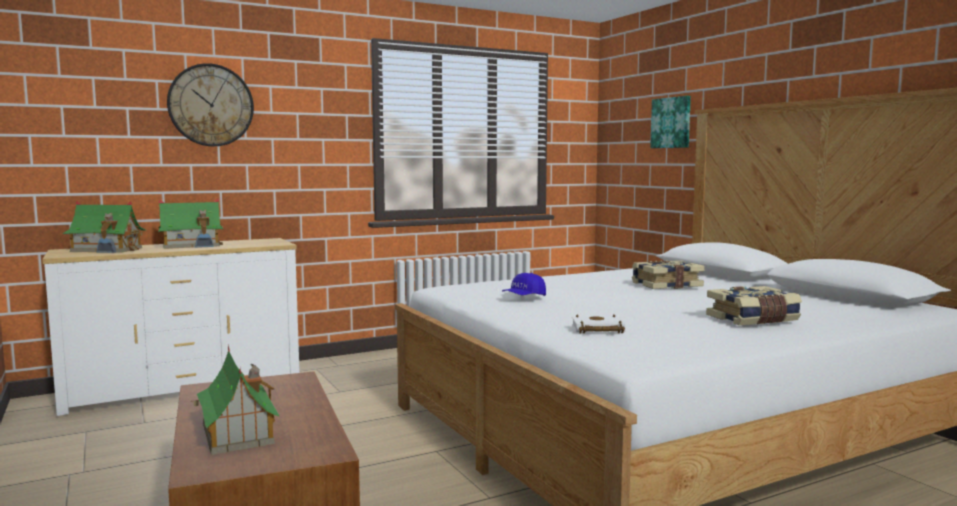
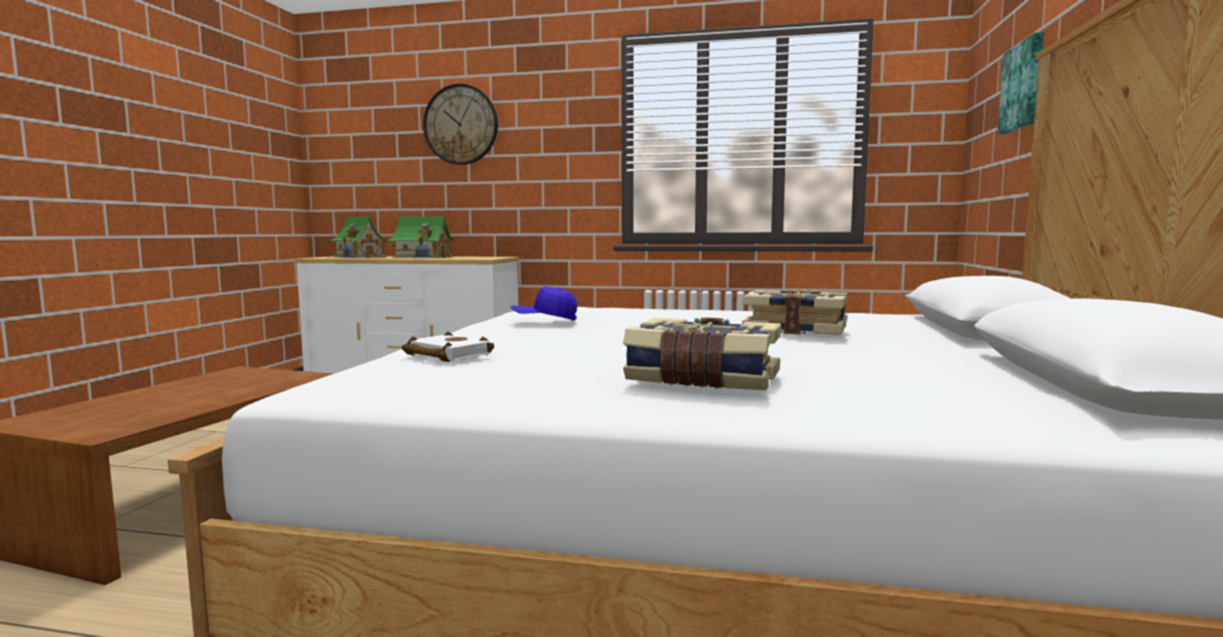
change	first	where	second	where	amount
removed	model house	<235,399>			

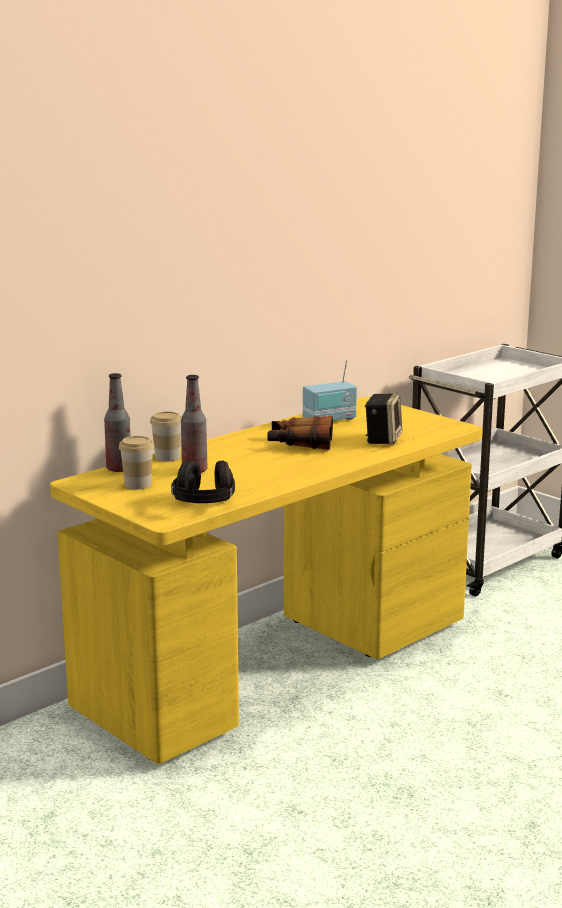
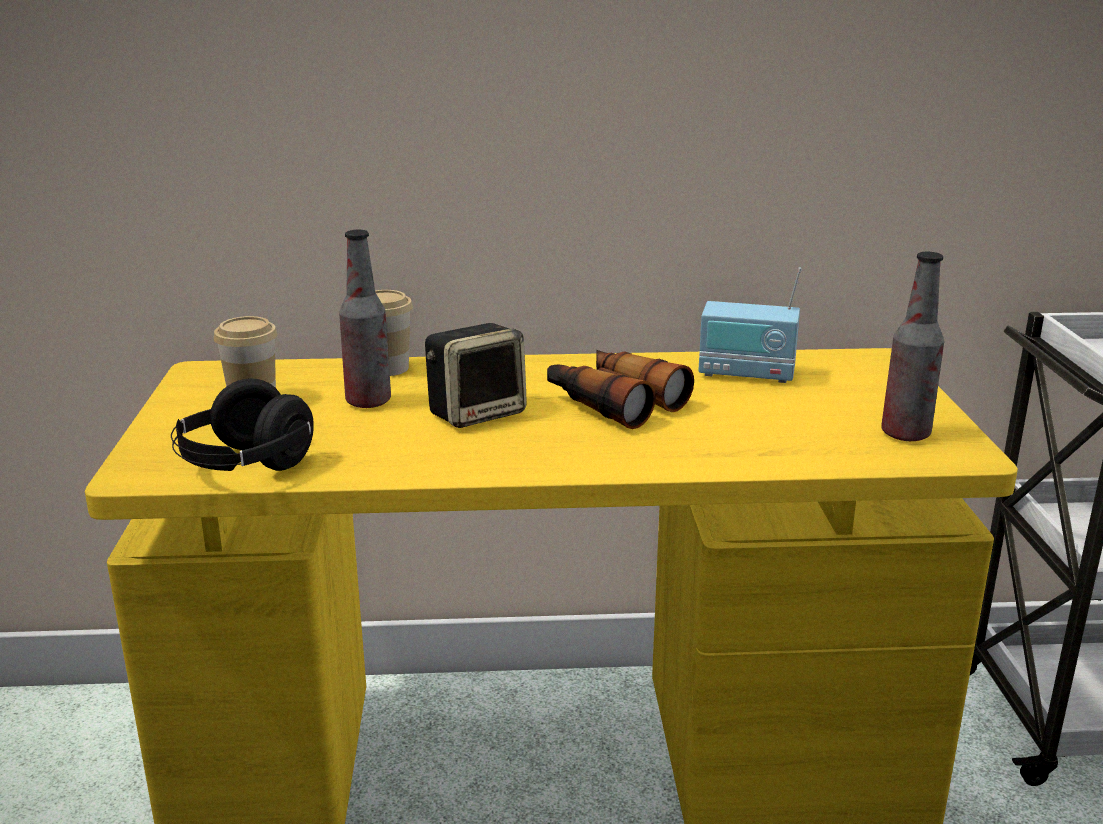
change	first	where	second	where	amount
moved	drink bottle	<117,422>		<912,346>	
moved	speaker	<383,419>		<476,375>	

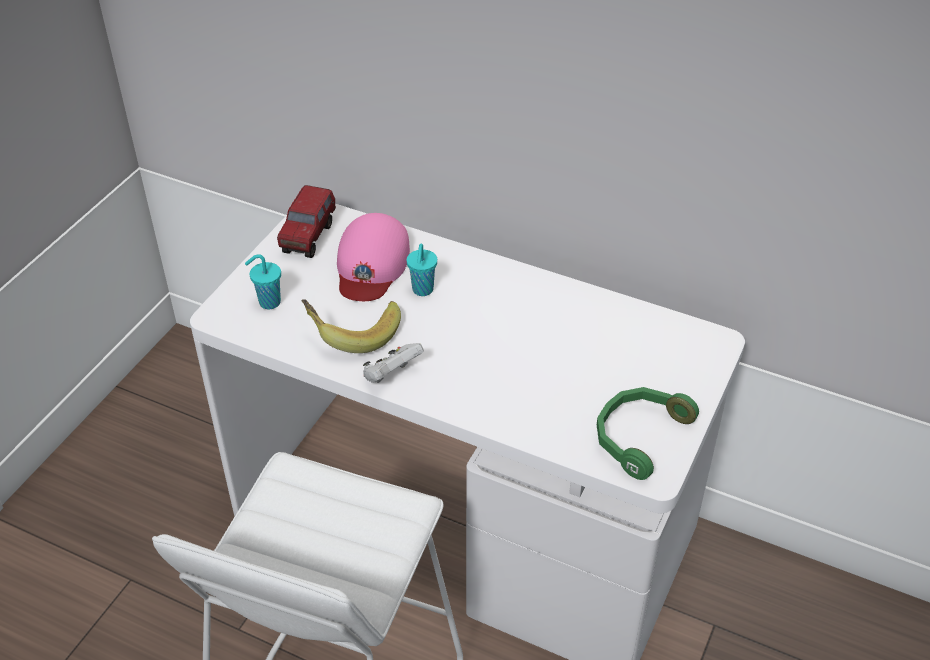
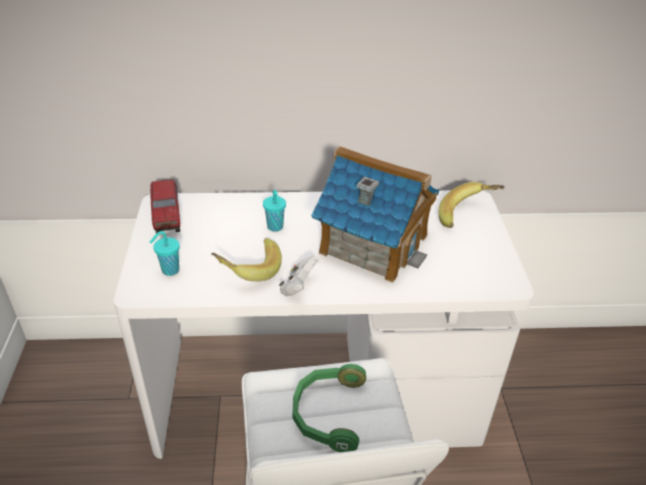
change	first	where	second	where	amount
removed	pink-coloured peaked cap	<373,257>			
moved	greenish headset	<648,433>		<329,408>	
added			model house	<375,214>	
added			whole banana	<472,205>	

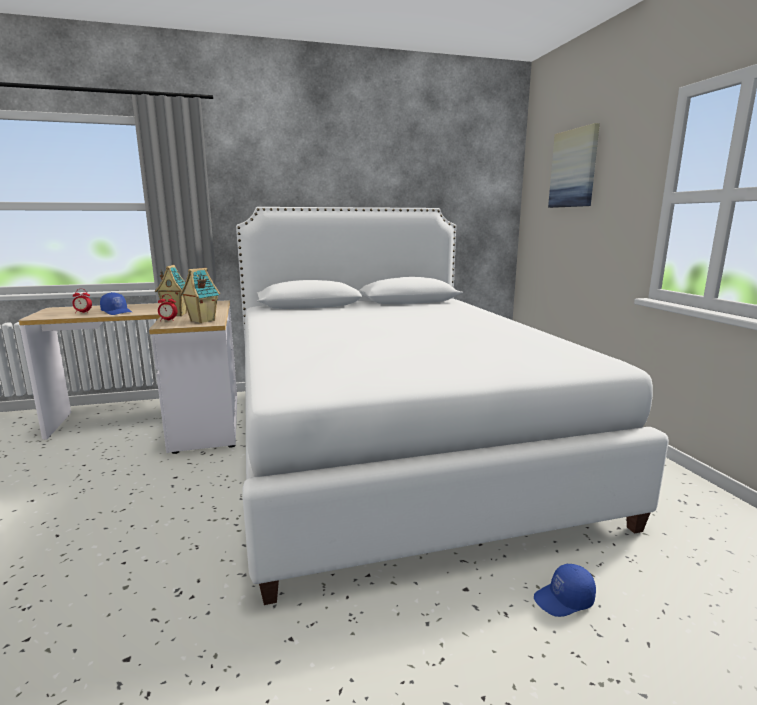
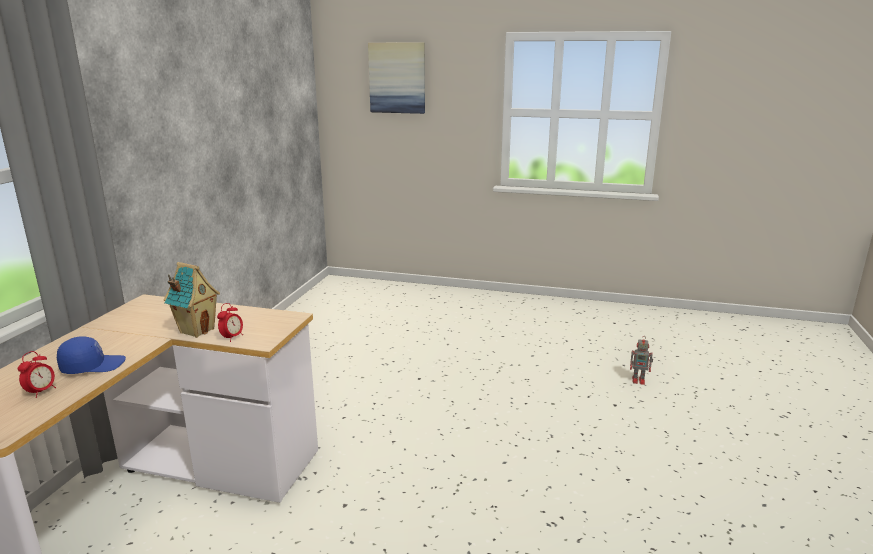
change	first	where	second	where	amount
removed	whitish bedroom bed	<452,406>			
removed	model house	<200,295>			
replaced	bluish peaked cap	<565,590>	robot figure	<641,361>	

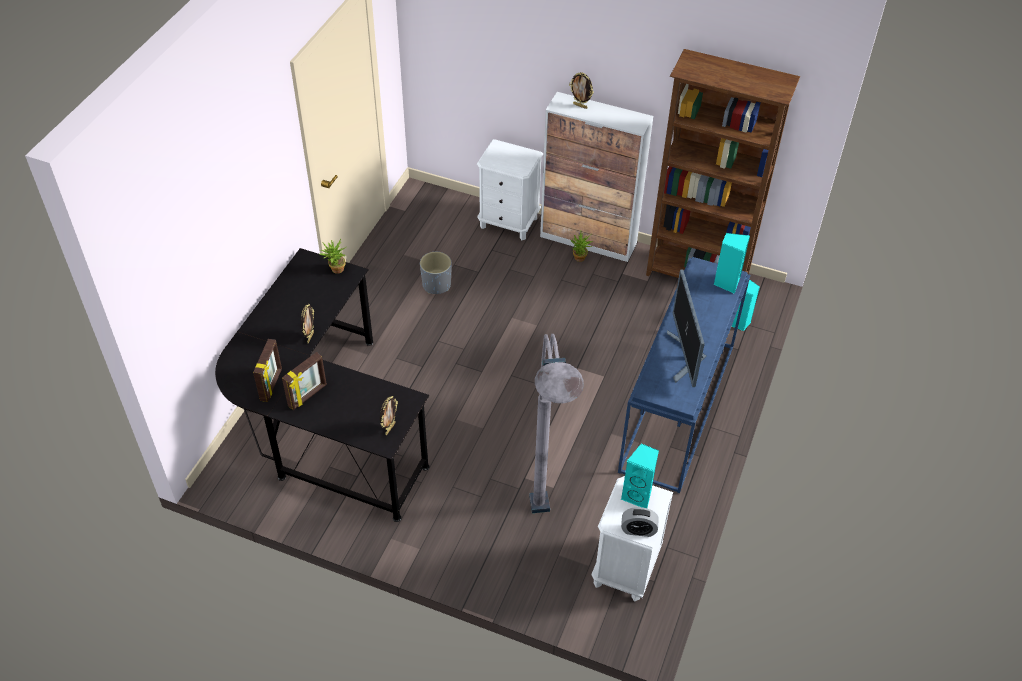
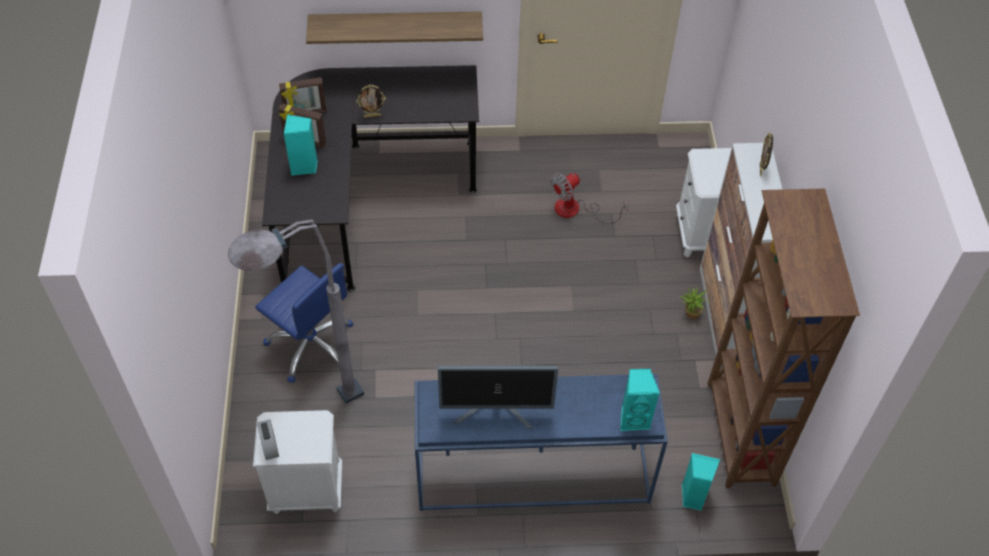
change	first	where	second	where	amount
removed	houseplant	<333,256>			
replaced	grey flower pot	<435,273>	electric fan	<589,198>	
turned	computer screen	<686,328>		<498,397>	150 degrees counterclockwise
removed	standing frame	<389,415>			
moved	blue-green speaker	<640,475>		<301,145>	
added			shelf	<394,27>	
added			bluish desk chair	<304,323>	

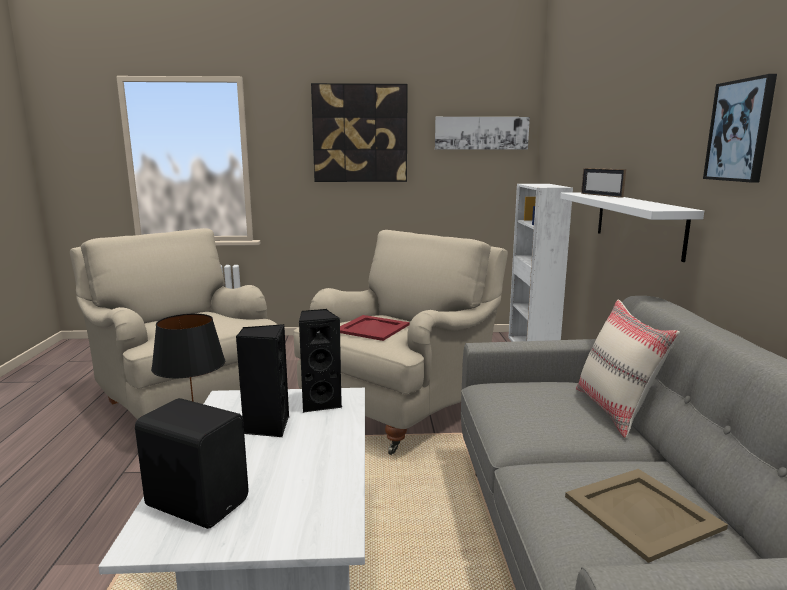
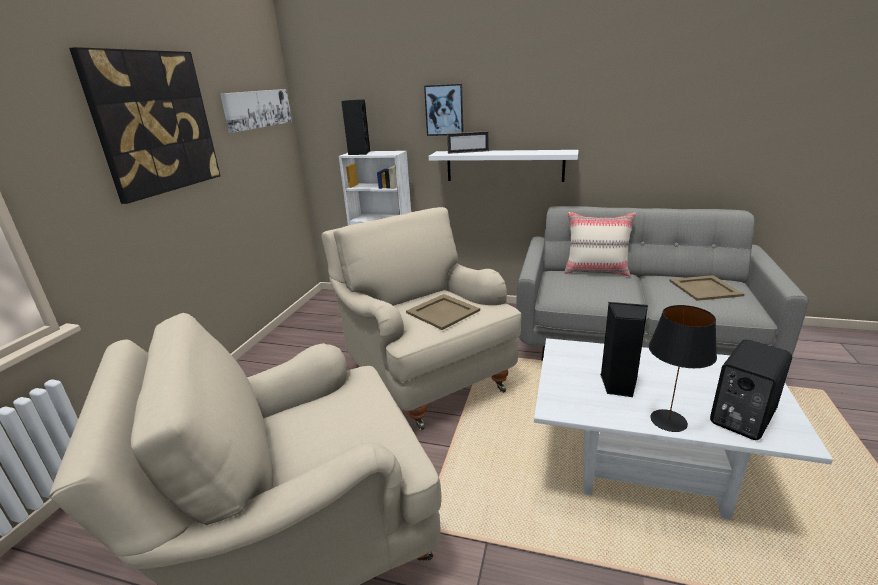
change	first	where	second	where	amount
moved	picture	<740,128>		<444,110>	
moved	black speaker	<320,361>		<355,127>	
recoloured	reddish carrying tray	<375,328>	beige carrying tray	<443,312>	

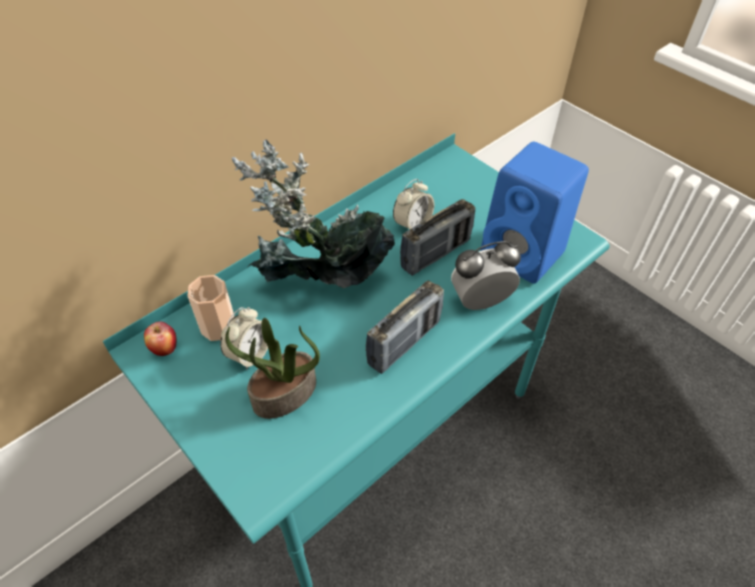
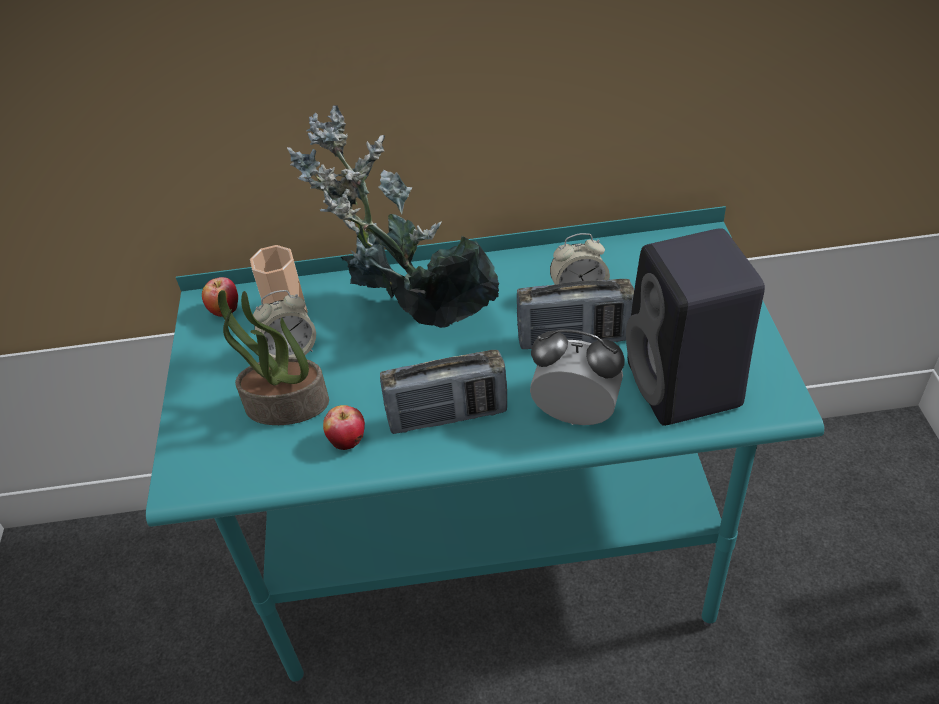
change	first	where	second	where	amount
recoloured	bluish speaker	<534,213>	black speaker	<695,327>	
added			apple fruit	<344,427>	

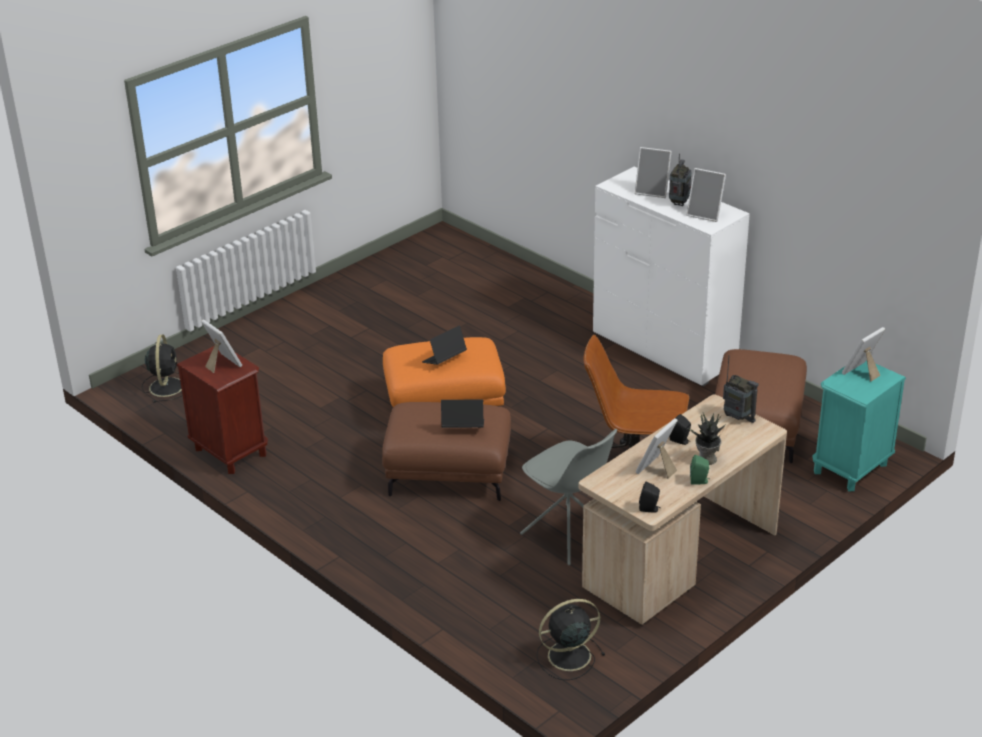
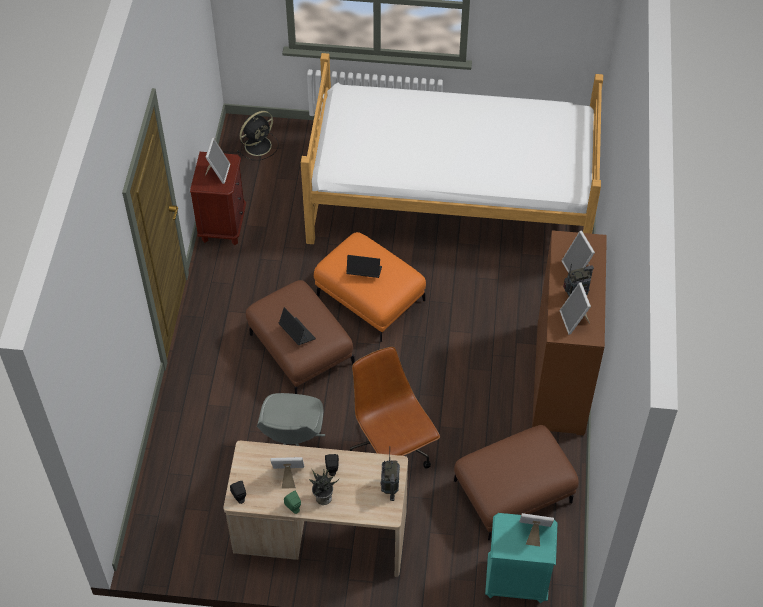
change	first	where	second	where	amount
recoloured	whitish chest of drawers	<671,276>	brown chest of drawers	<569,332>	
removed	black electric fan	<570,639>			
added			bedroom bed	<452,148>	

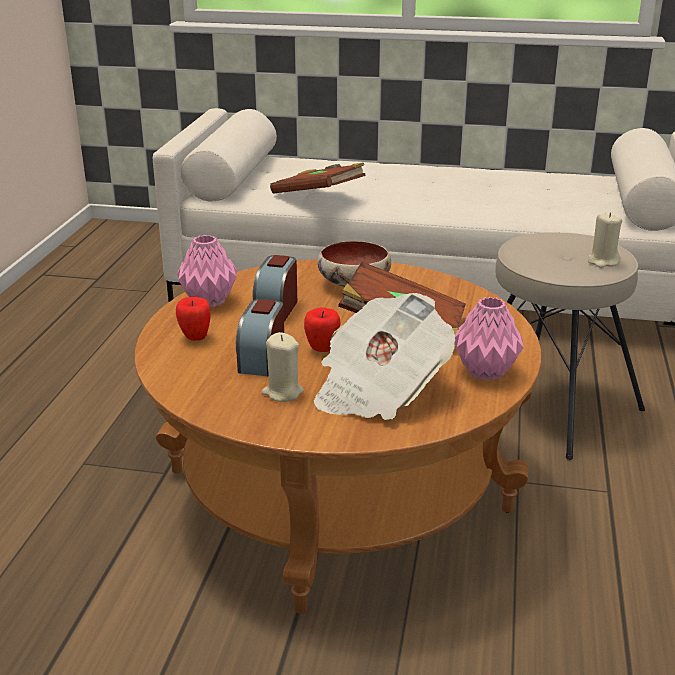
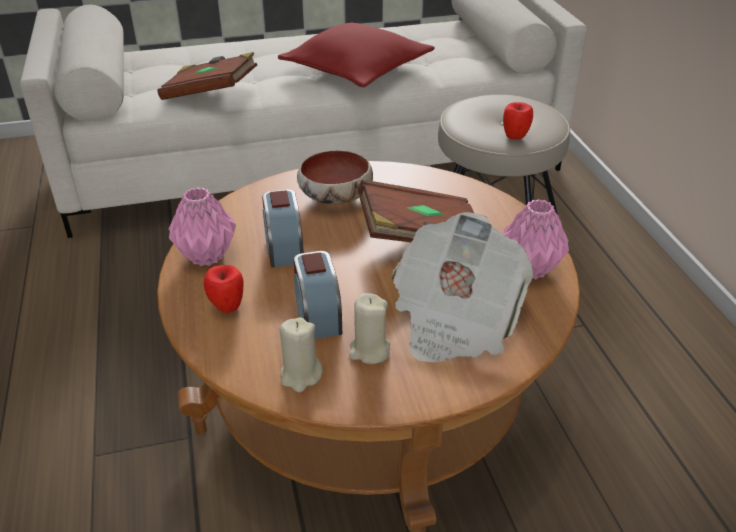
change	first	where	second	where	amount
moved	beige wax candle	<605,240>		<301,354>	
moved	apple fruit	<322,330>		<518,121>	
added			reddish throw pillow	<356,55>	

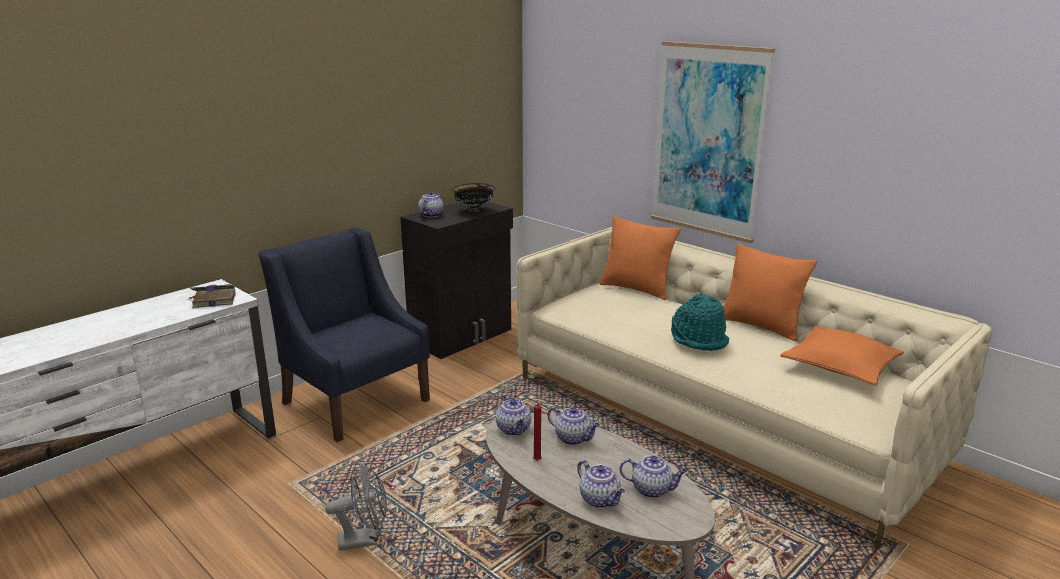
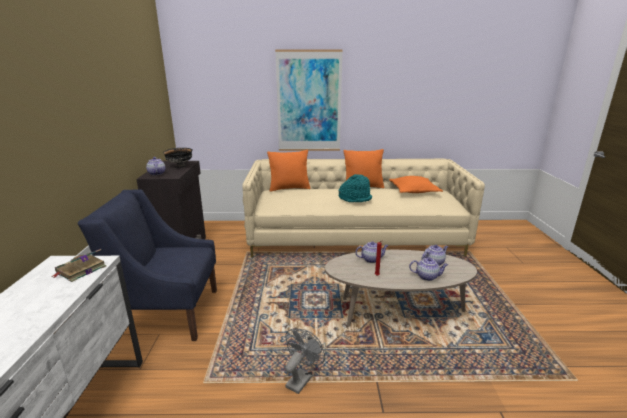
change	first	where	second	where	amount
removed	teapot	<513,415>			

